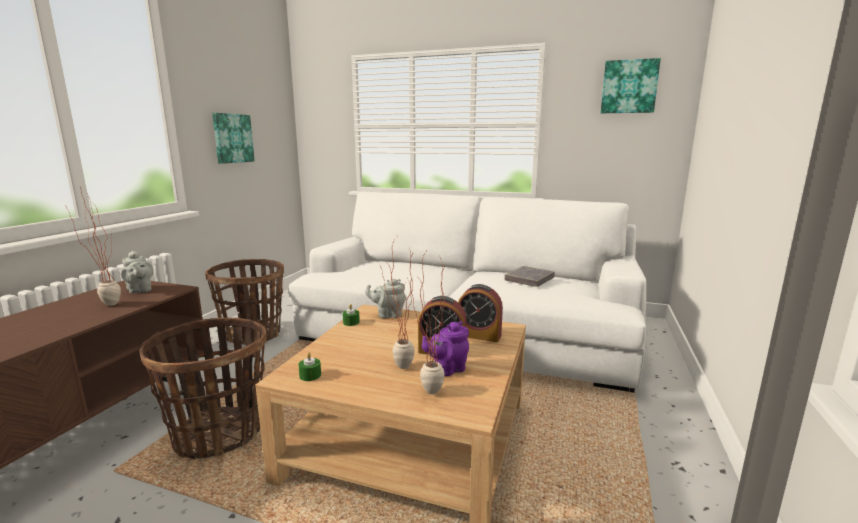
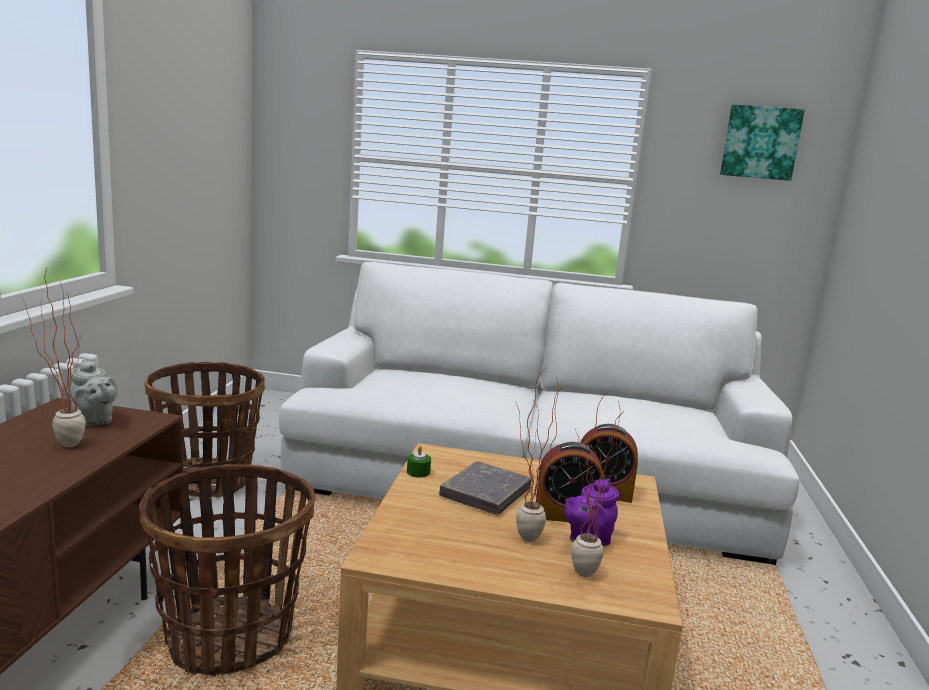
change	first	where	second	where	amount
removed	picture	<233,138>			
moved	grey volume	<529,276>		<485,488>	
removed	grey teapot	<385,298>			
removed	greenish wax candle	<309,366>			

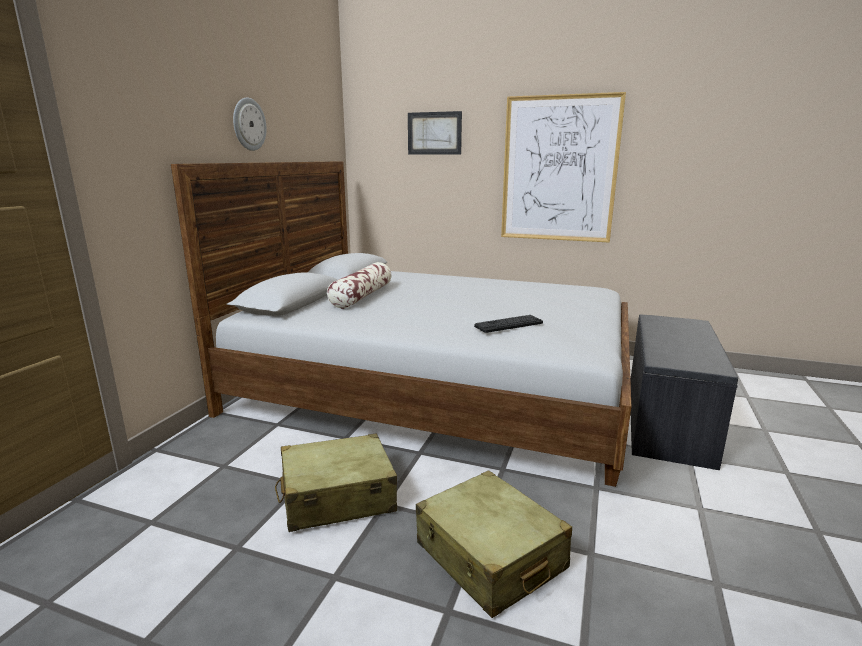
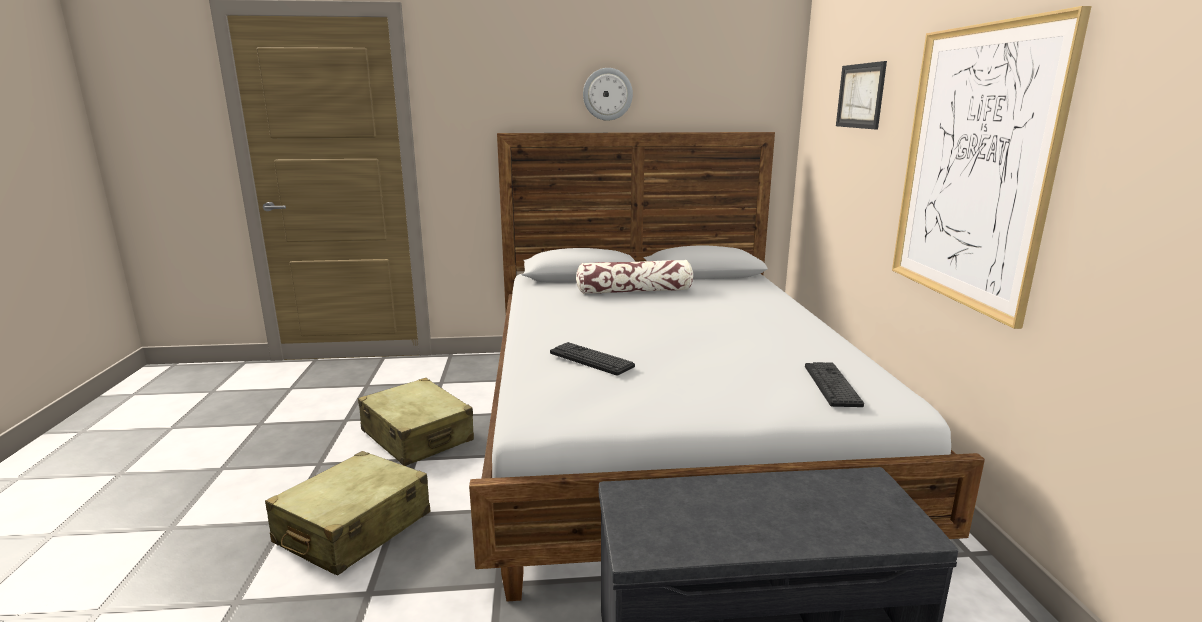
change	first	where	second	where	amount
added			keyboard	<834,384>	

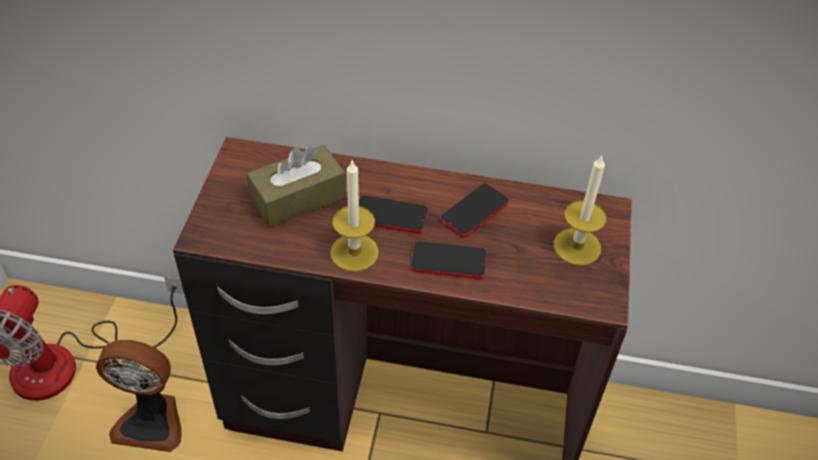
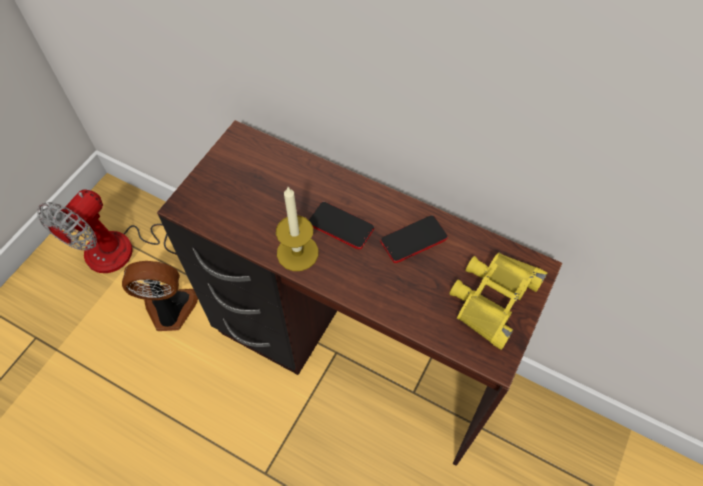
change	first	where	second	where	amount
removed	brown box of tissues	<296,186>			
replaced	wax candle	<580,210>	yellow binoculars	<498,301>	
removed	phone	<448,260>			
turned	electric fan	<139,396>		<160,296>	150 degrees clockwise

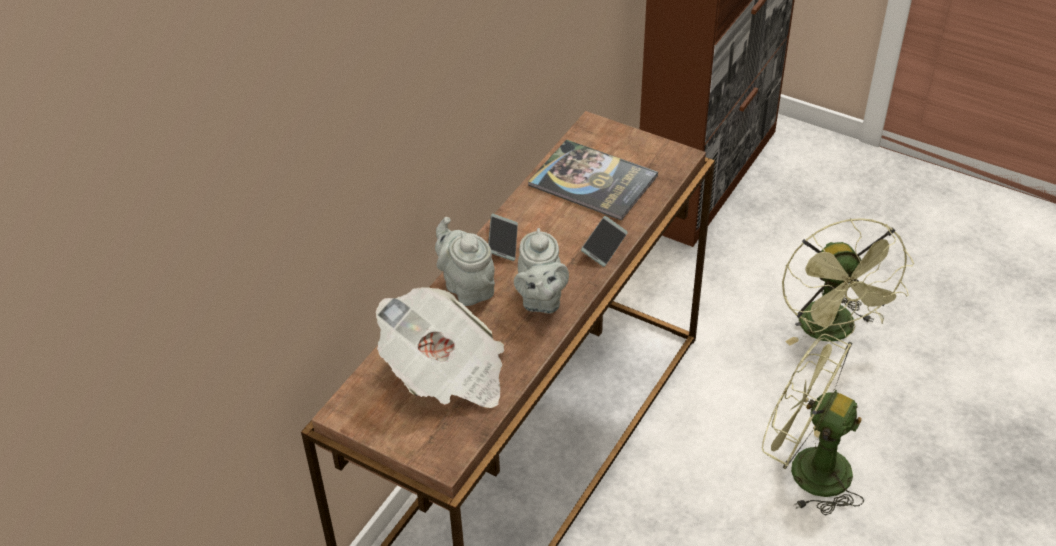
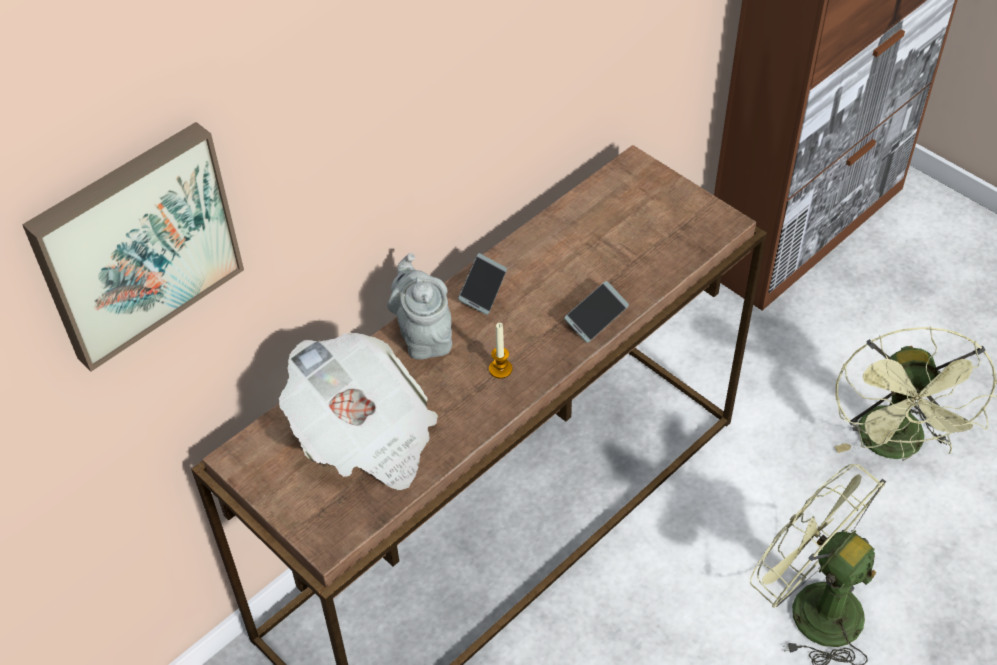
change	first	where	second	where	amount
removed	volume	<593,180>			
replaced	grey teapot	<541,271>	wax candle	<501,351>	
added			picture	<133,247>	

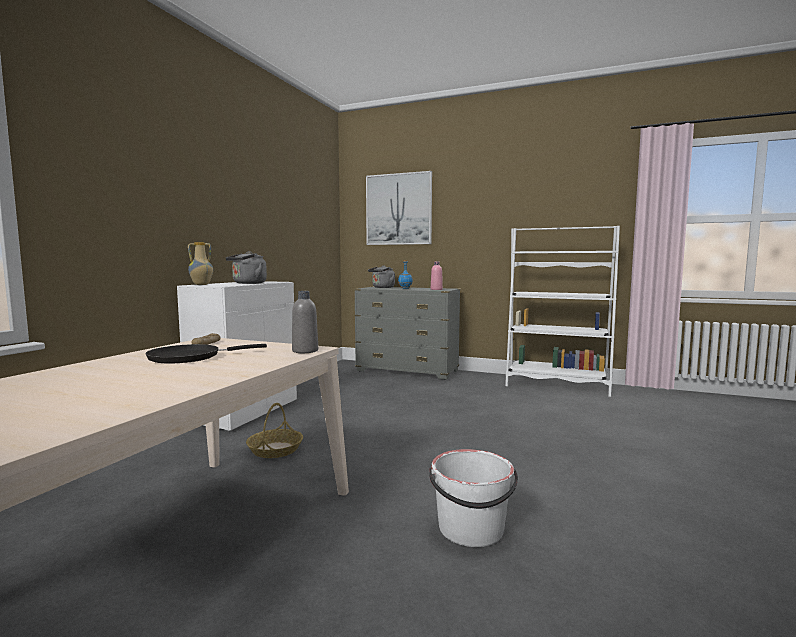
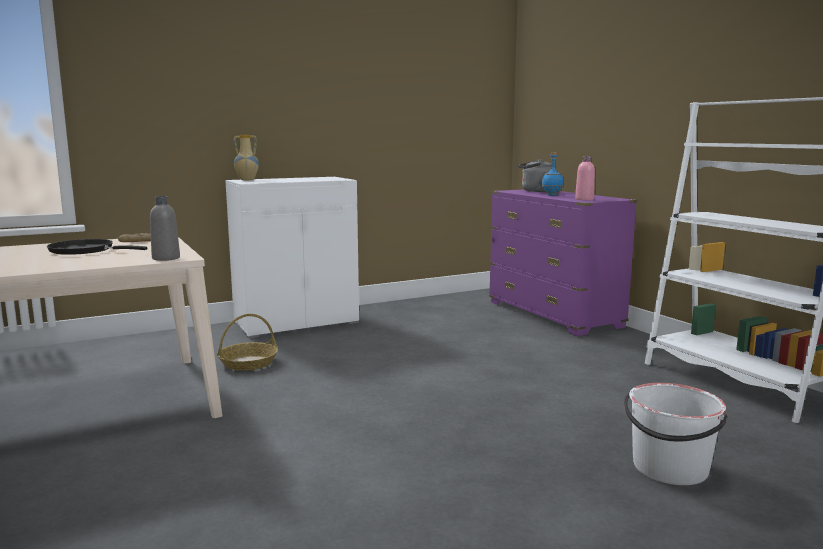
change	first	where	second	where	amount
removed	picture	<399,208>			
removed	grey tea kettle	<246,267>			
recoloured	grey chest of drawers	<407,333>	purplish chest of drawers	<563,262>	
moved	whitish bucket	<473,498>		<675,434>	

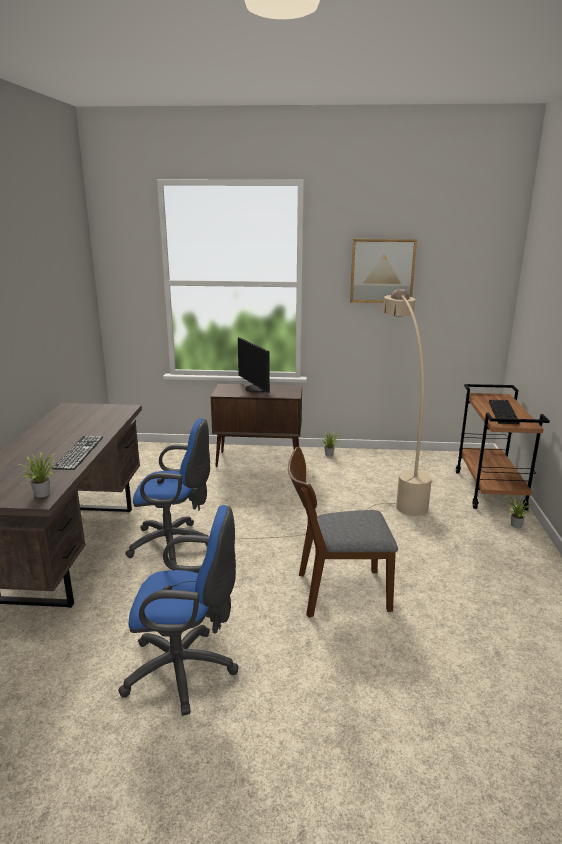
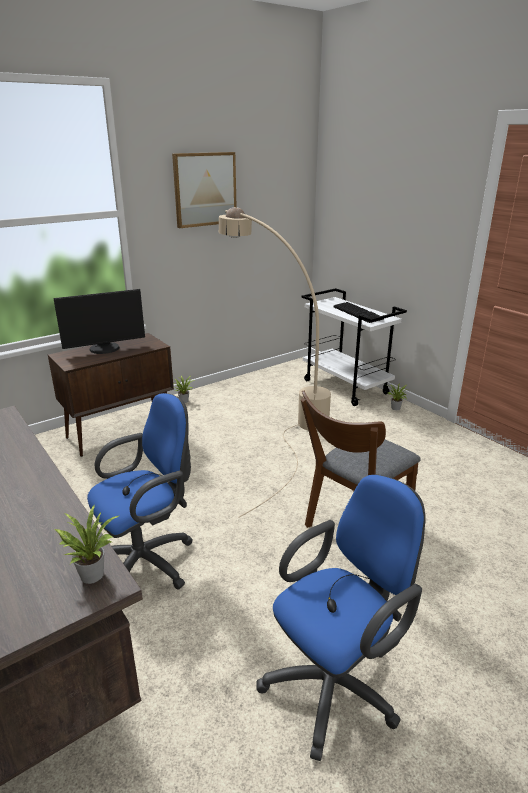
change	first	where	second	where	amount
turned	computer screen	<254,365>		<99,321>	45 degrees counterclockwise
recoloured	brown trolley	<503,447>	whitish trolley	<354,347>	
removed	keyboard	<77,453>			

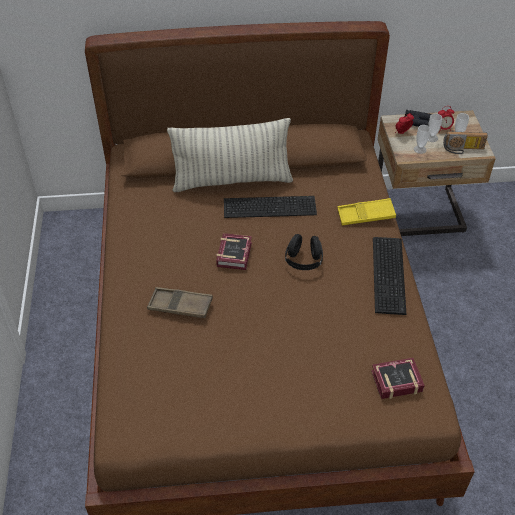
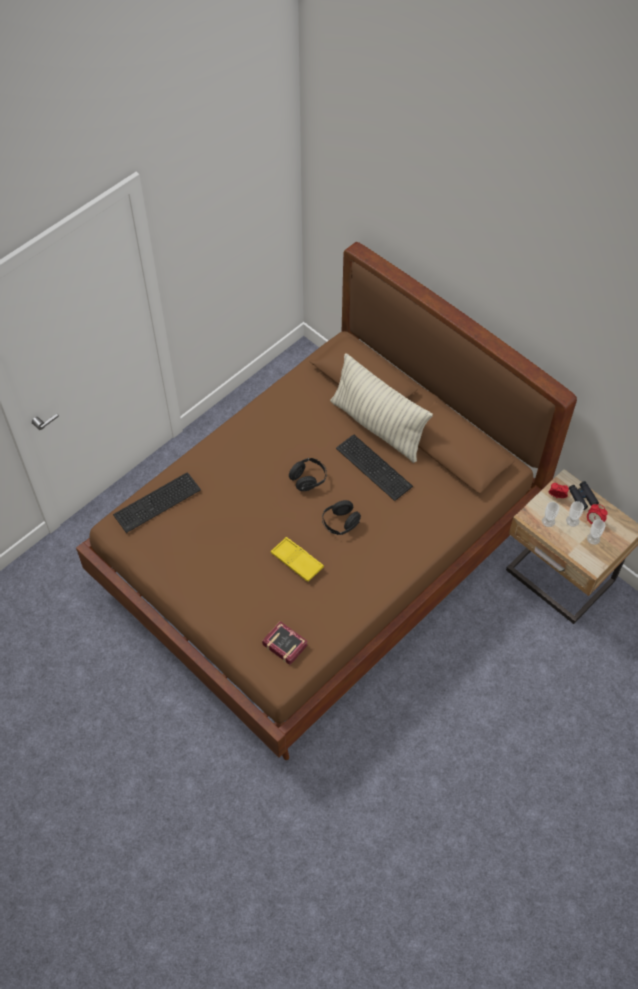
change	first	where	second	where	amount
removed	radio set	<465,142>			
moved	yellow carrying tray	<366,211>		<297,559>	
replaced	volume	<234,251>	black headset	<308,474>	
moved	keyboard	<389,276>		<157,502>	
removed	brown carrying tray	<180,302>			

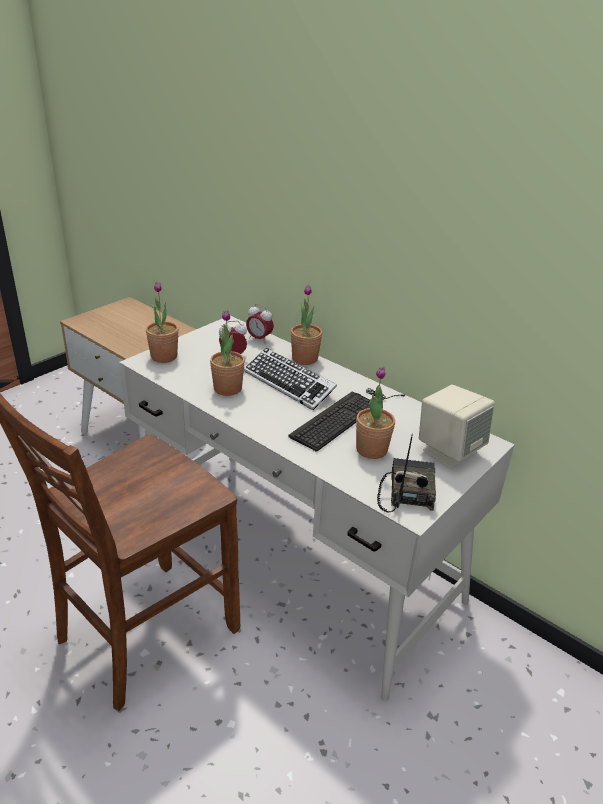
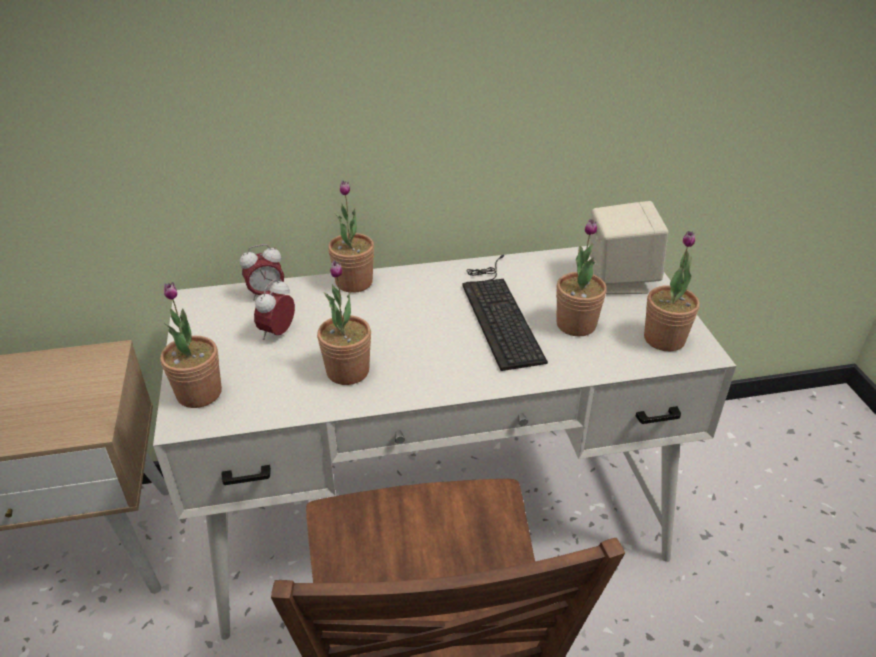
change	first	where	second	where	amount
removed	keyboard	<290,379>			
replaced	radio set	<406,473>	houseplant	<672,291>	

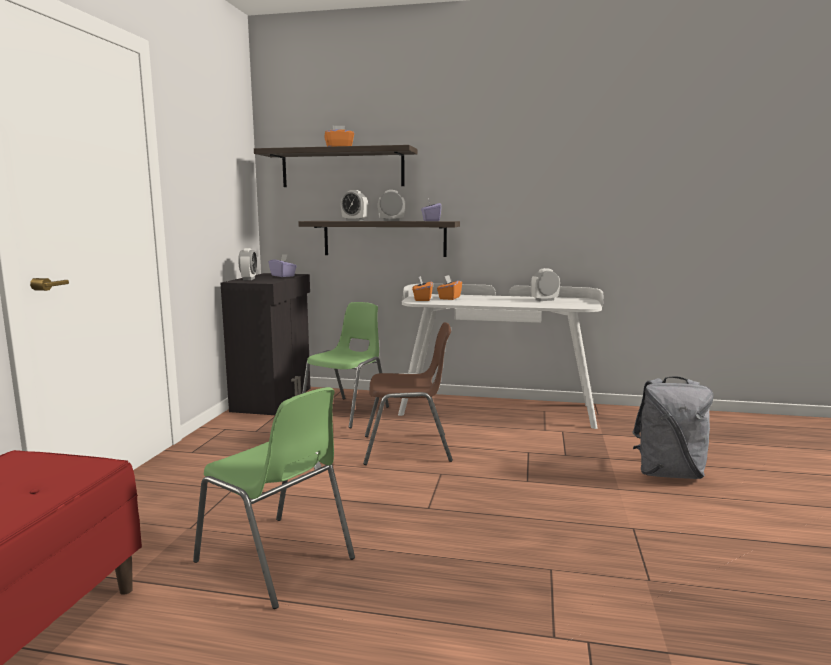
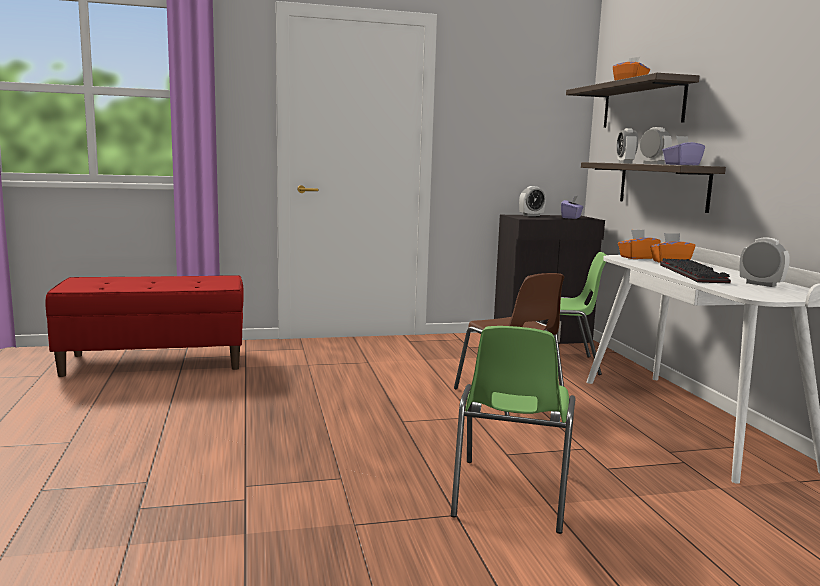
change	first	where	second	where	amount
removed	grey knapsack	<672,427>			
moved	greenish chair	<274,498>		<513,430>	
added			keyboard	<695,271>	

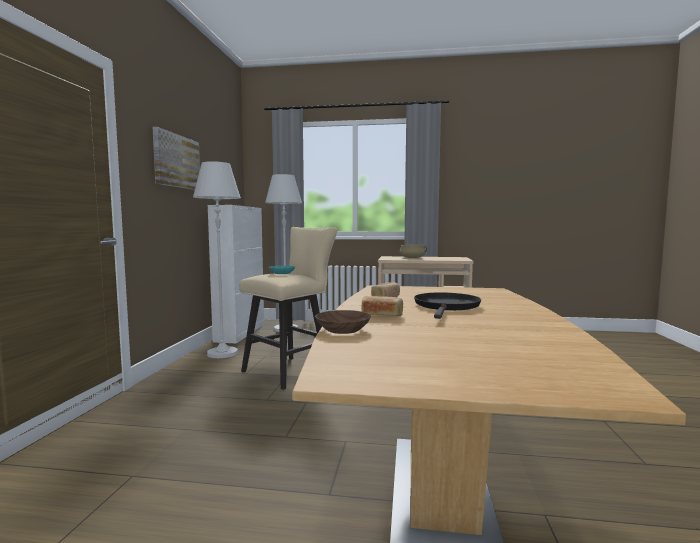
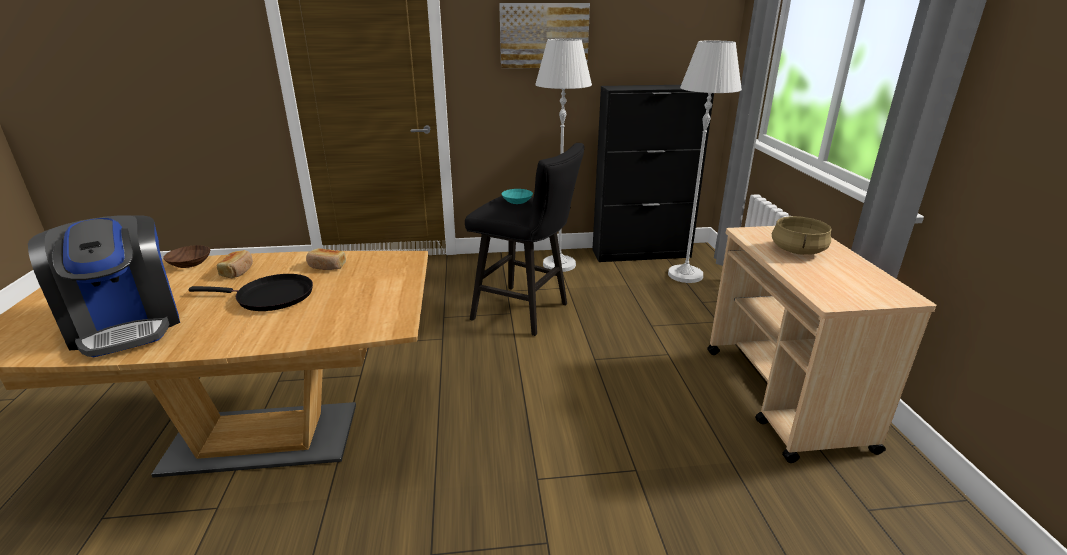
change	first	where	second	where	amount
recoloured	whitish storage cabinet	<236,274>	black storage cabinet	<653,173>	
recoloured	beige sitting stool	<288,308>	black sitting stool	<525,239>	
added			coffee maker	<104,286>	

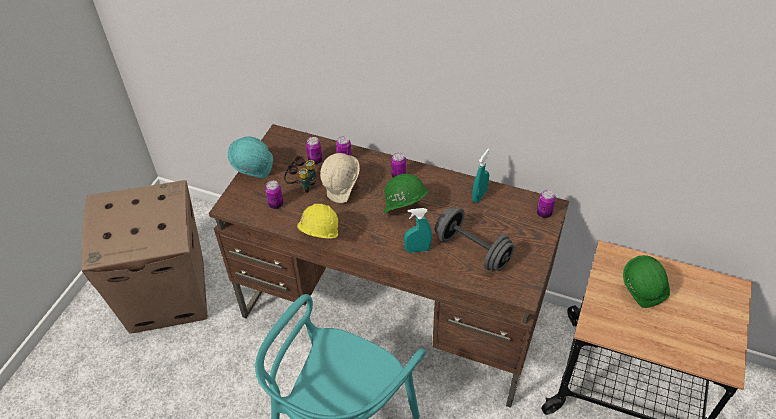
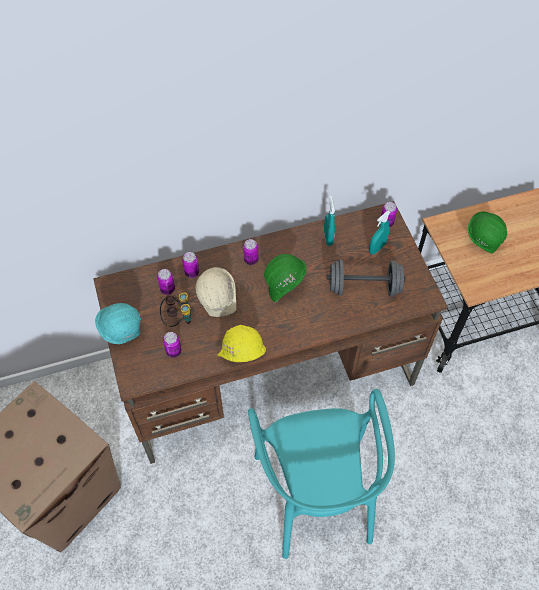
change	first	where	second	where	amount
moved	blue-green spray bottle	<418,230>		<380,233>	

